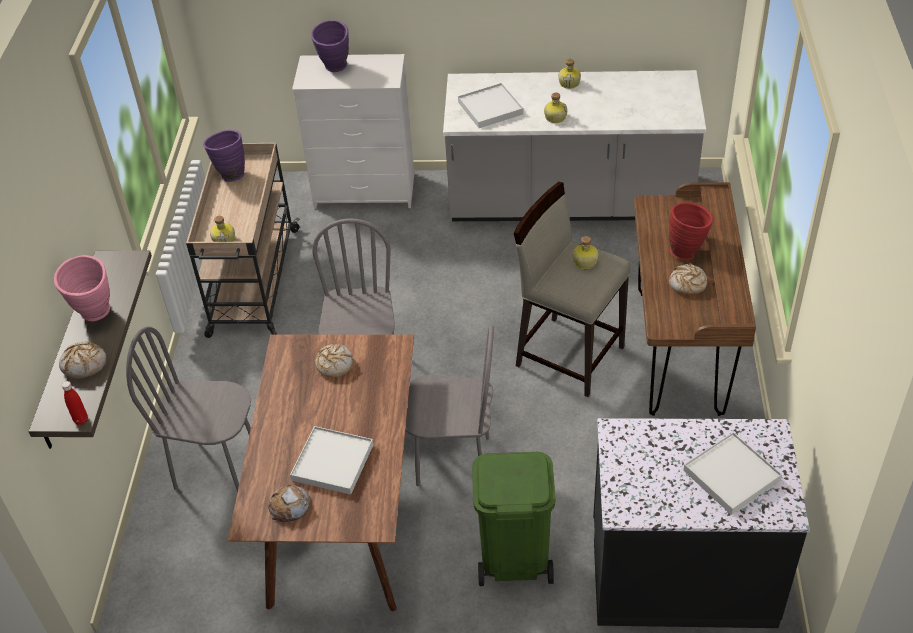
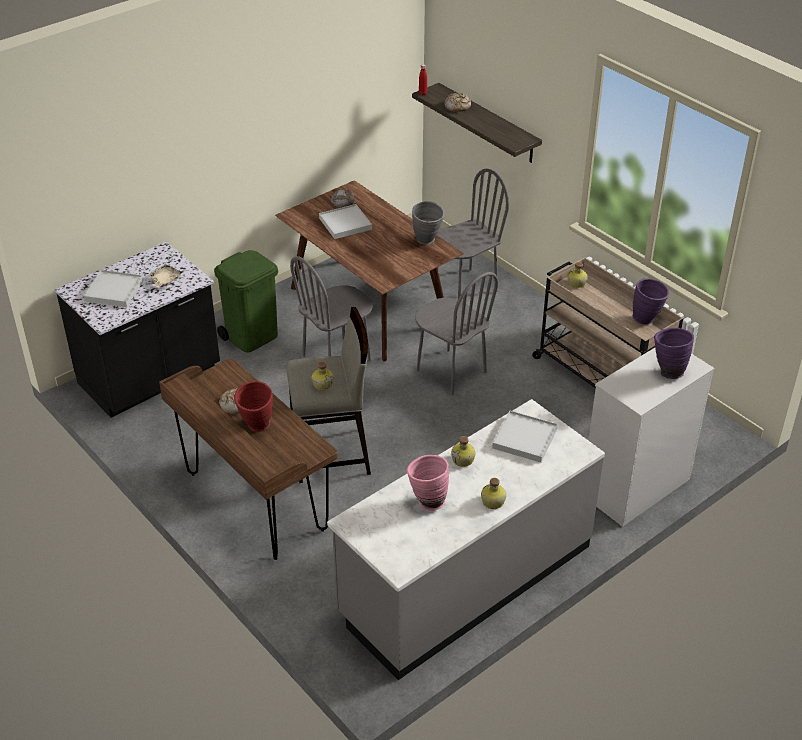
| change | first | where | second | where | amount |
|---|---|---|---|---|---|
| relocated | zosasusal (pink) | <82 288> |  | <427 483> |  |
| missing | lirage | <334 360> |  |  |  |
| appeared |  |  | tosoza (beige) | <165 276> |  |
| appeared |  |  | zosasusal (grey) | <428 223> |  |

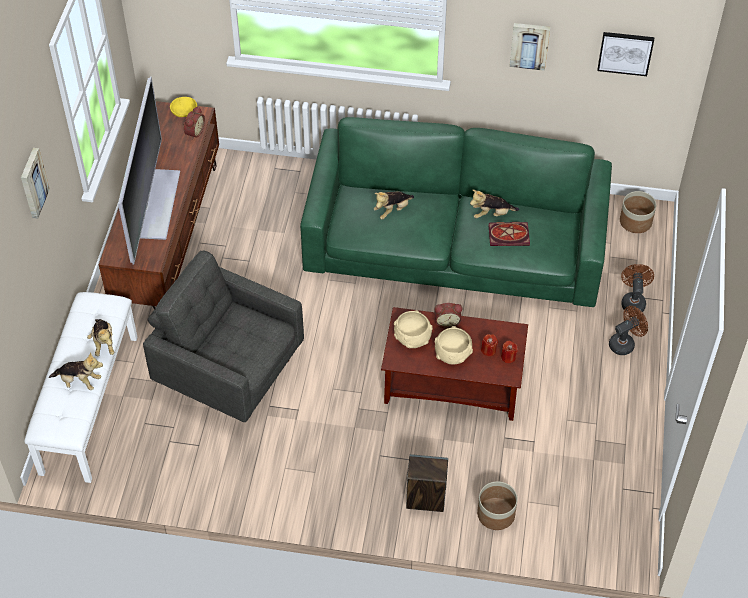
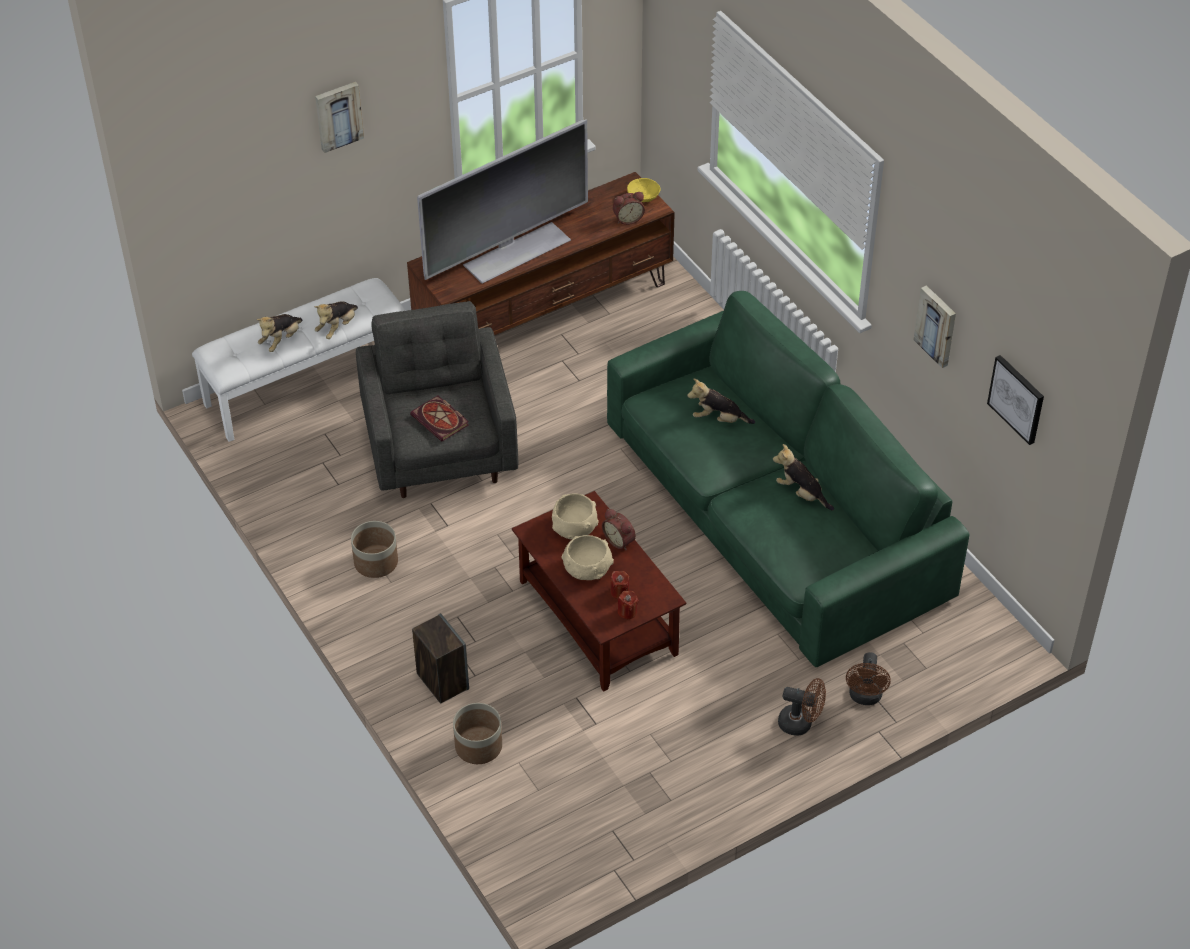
| change | first | where | second | where | amount |
|---|---|---|---|---|---|
| spun | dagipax | <76 371> |  | <280 333> | 60 degrees clockwise |
| relocated | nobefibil | <509 234> |  | <439 418> |  |
| relocated | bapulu | <638 212> |  | <374 549> |  |
| spun | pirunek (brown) | <637 288> |  | <868 678> | 135 degrees clockwise |

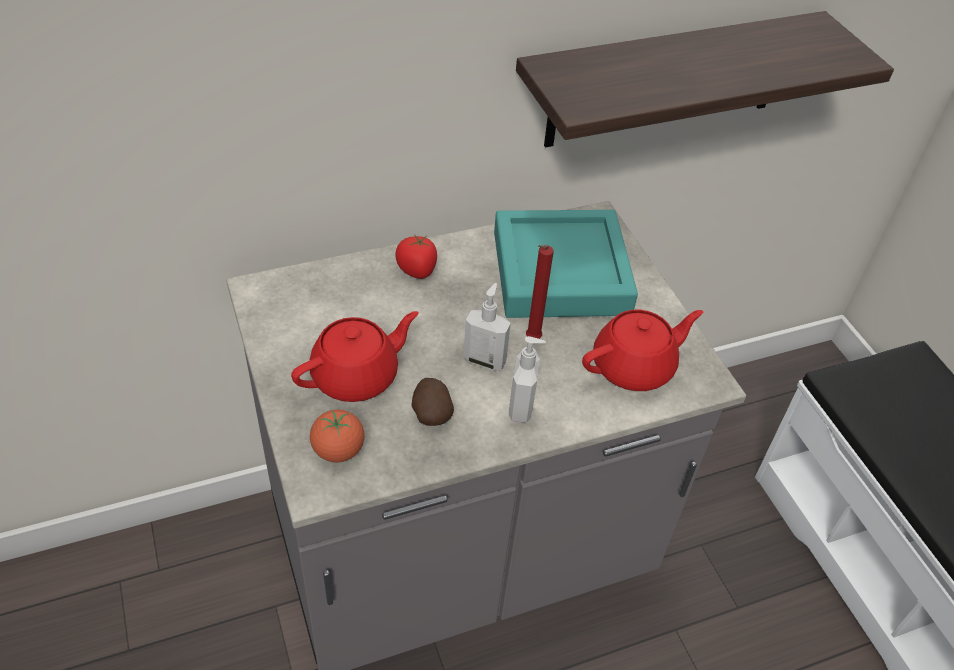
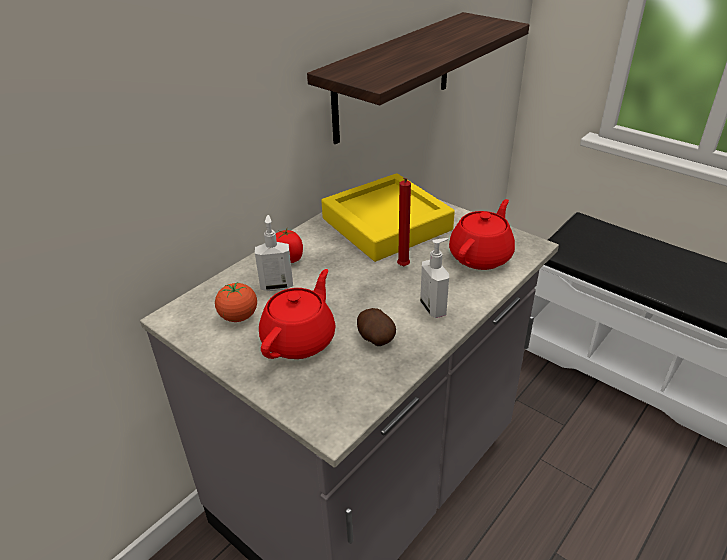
| change | first | where | second | where | amount |
|---|---|---|---|---|---|
| relocated | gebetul | <337 436> |  | <236 302> |  |
| relocated | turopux | <487 326> |  | <274 253> |  |
| colour | tosoza (turquoise) | <566 264> | tosoza (yellow) | <388 217> |  |

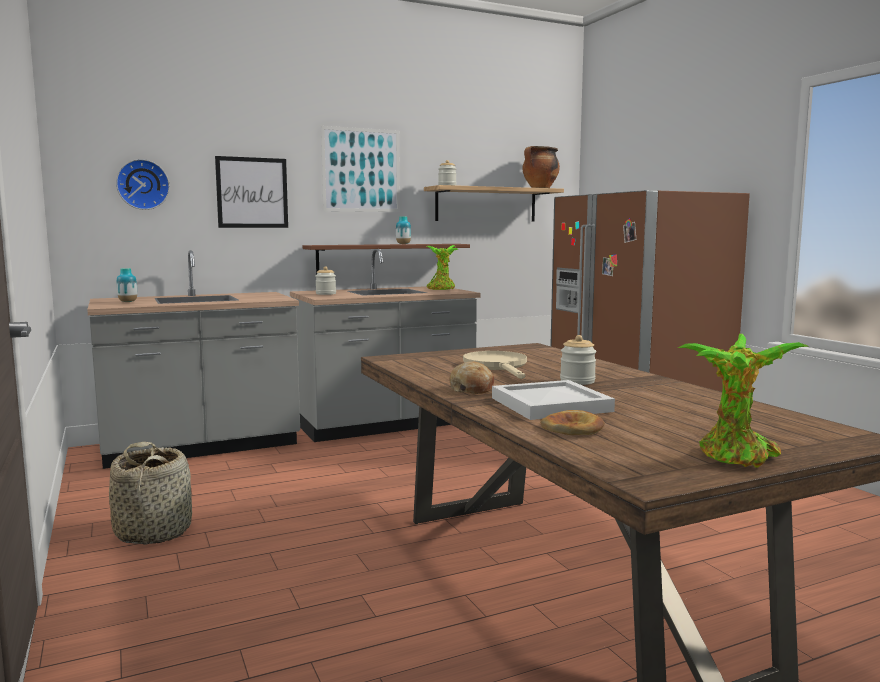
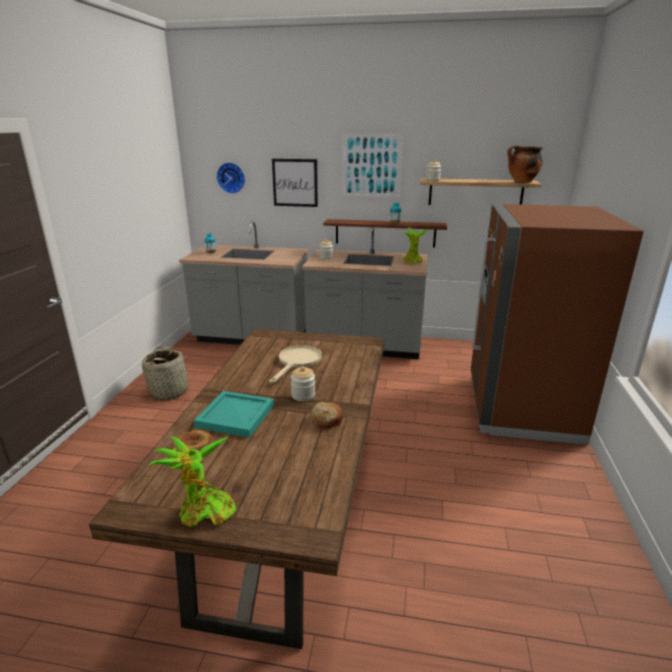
| change | first | where | second | where | amount |
|---|---|---|---|---|---|
| relocated | lirage | <471 378> |  | <326 415> |  |
| colour | tosoza (white) | <553 400> | tosoza (turquoise) | <234 414> |  |

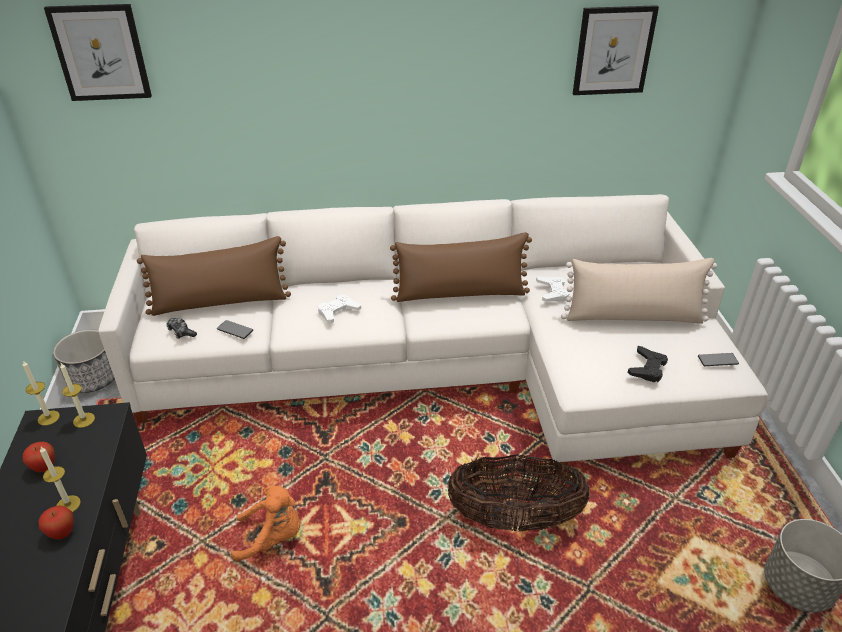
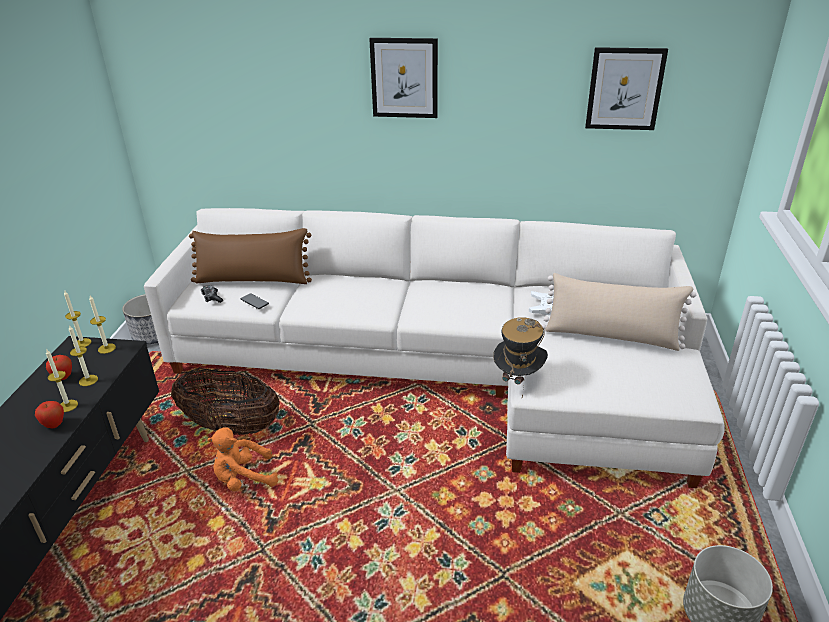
| change | first | where | second | where | amount |
|---|---|---|---|---|---|
| relocated | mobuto | <98 52> |  | <403 78> |  |
| spun | dagipax (orange) | <265 524> |  | <242 459> | 150 degrees clockwise |
| missing | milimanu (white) | <339 308> |  |  |  |
| missing | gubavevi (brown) | <461 267> |  |  |  |
| relocated | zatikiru | <518 493> |  | <225 402> |  |
| missing | milimanu (black) | <648 364> |  |  |  |
| missing | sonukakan | <718 359> |  |  |  |
| appeared |  |  | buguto | <83 355> |  |
| appeared |  |  | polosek | <520 357> |  |

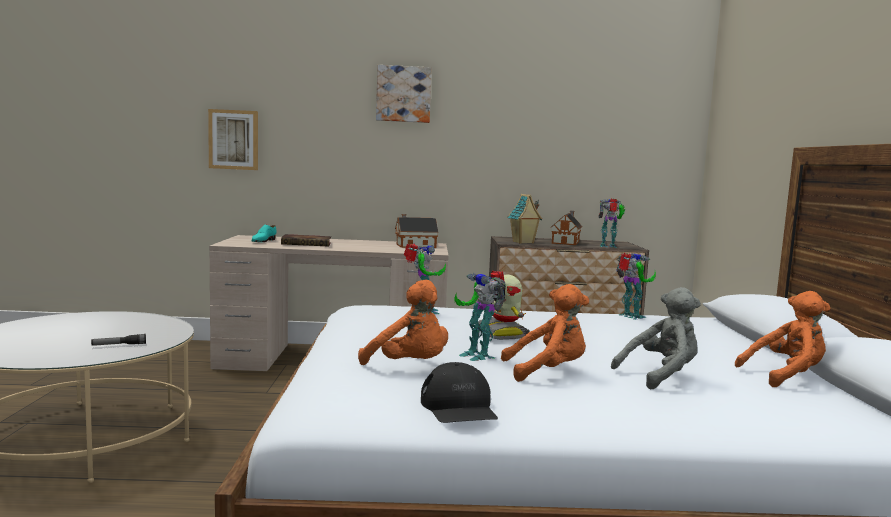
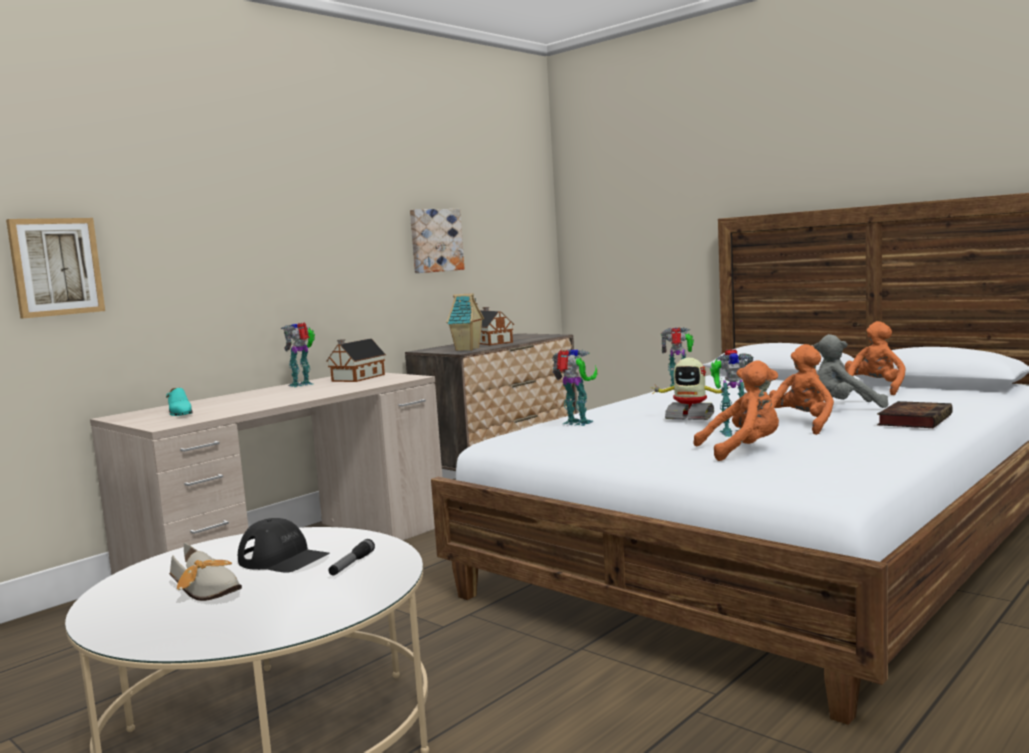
| change | first | where | second | where | amount |
|---|---|---|---|---|---|
| relocated | nobefibil | <306 240> |  | <915 414> |  |
| relocated | mobuto | <404 94> |  | <437 241> |  |
| relocated | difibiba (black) | <459 392> |  | <284 545> |  |
| relocated | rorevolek | <611 223> |  | <298 355> |  |
| spun | dagipax (grey) | <656 338> |  | <850 371> | 105 degrees counterclockwise |
| appeared |  |  | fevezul | <205 571> |  |

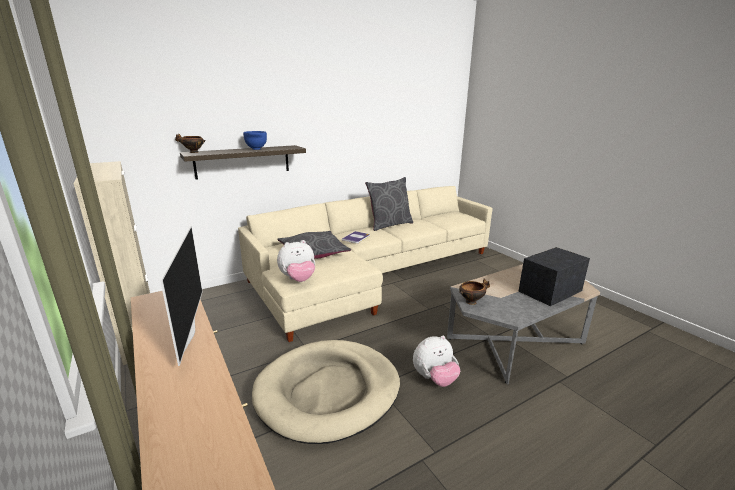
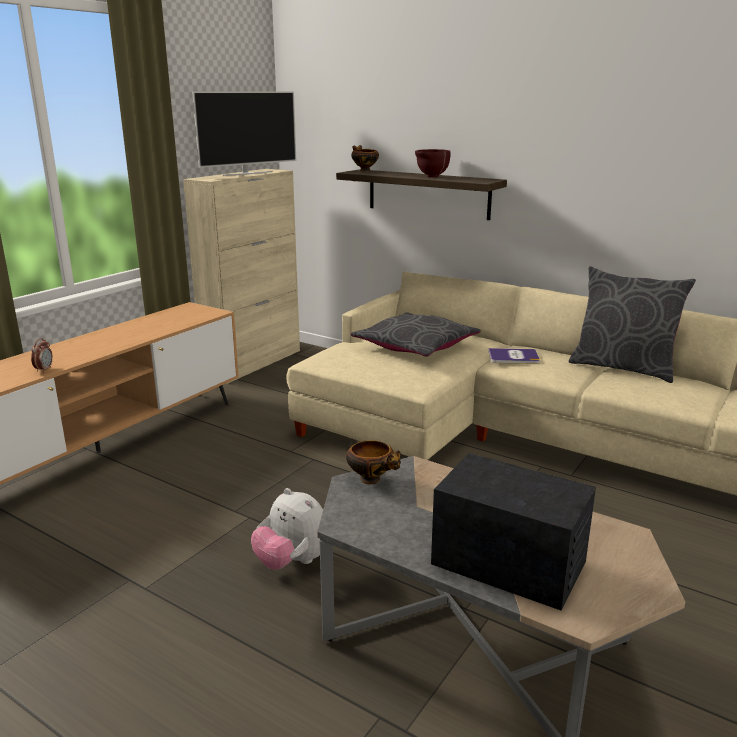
| change | first | where | second | where | amount |
|---|---|---|---|---|---|
| relocated | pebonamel | <181 295> |  | <244 133> |  |
| colour | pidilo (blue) | <255 140> | pidilo (brown) | <433 163> |  |
| missing | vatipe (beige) | <326 392> |  |  |  |
| missing | dagipax | <296 261> |  |  |  |
| appeared |  |  | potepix | <42 355> |  |

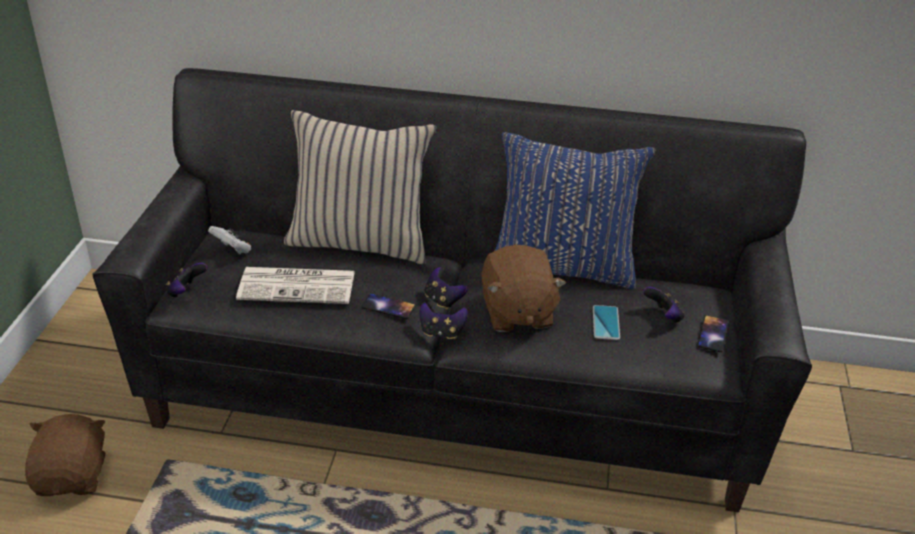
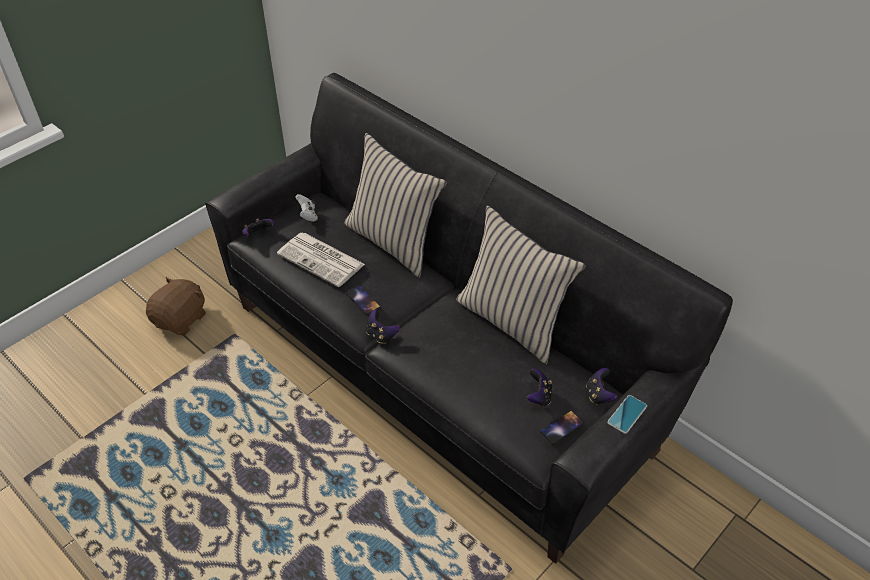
| change | first | where | second | where | amount |
|---|---|---|---|---|---|
| relocated | milimanu | <446 288> |  | <601 386> |  |
| missing | dagipax (brown) | <524 288> |  |  |  |
| colour | gubavevi (blue) | <575 210> | gubavevi (beige) | <521 285> |  |
| relocated | sonukakan | <606 322> |  | <627 414> |  |

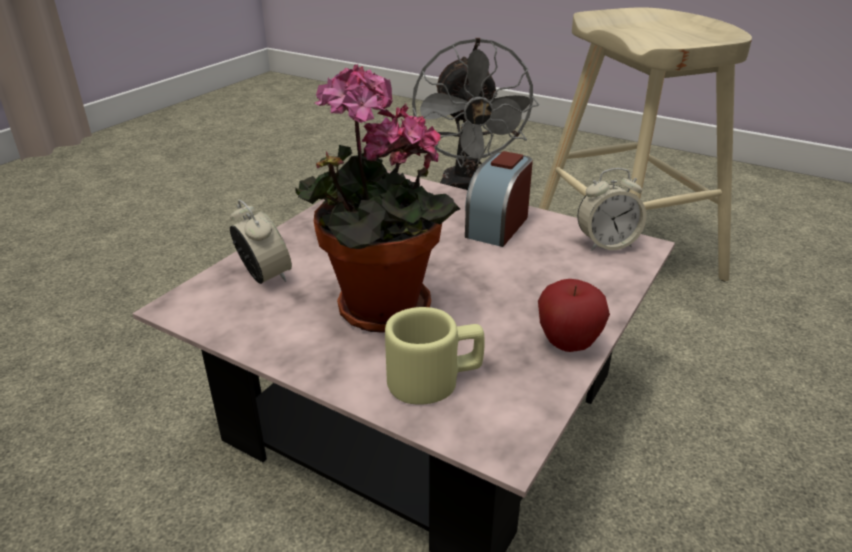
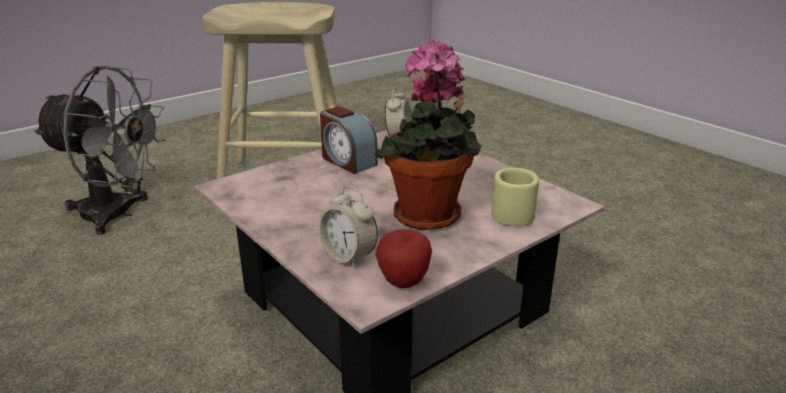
| change | first | where | second | where | amount |
|---|---|---|---|---|---|
| spun | potepix | <261 242> |  | <348 227> | 120 degrees counterclockwise |
| relocated | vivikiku | <574 315> |  | <403 258> |  |

